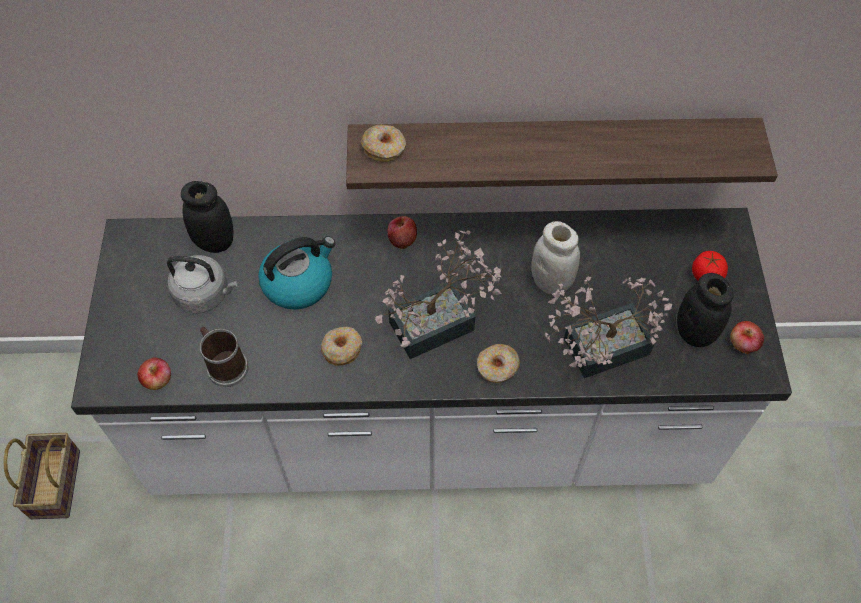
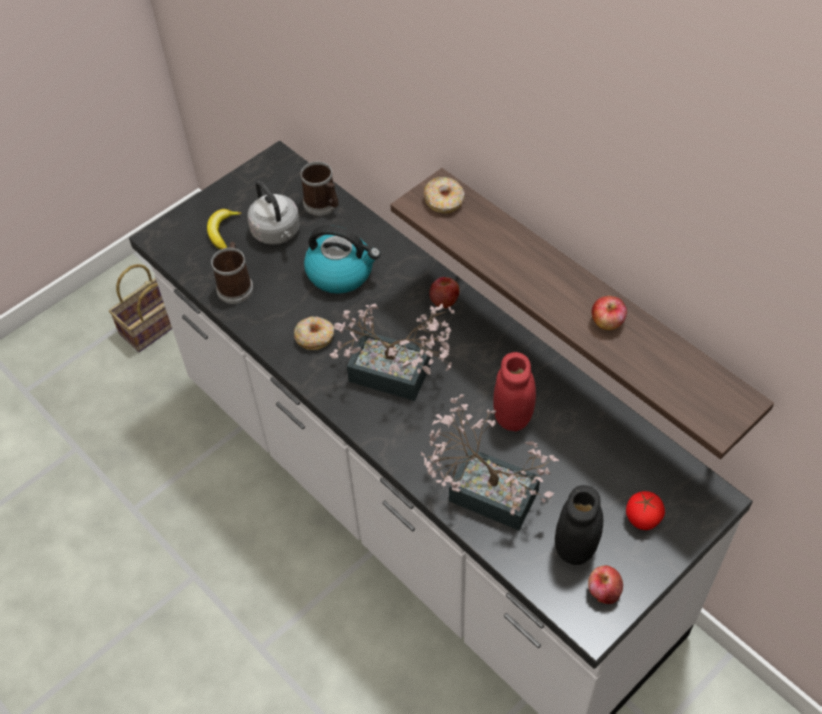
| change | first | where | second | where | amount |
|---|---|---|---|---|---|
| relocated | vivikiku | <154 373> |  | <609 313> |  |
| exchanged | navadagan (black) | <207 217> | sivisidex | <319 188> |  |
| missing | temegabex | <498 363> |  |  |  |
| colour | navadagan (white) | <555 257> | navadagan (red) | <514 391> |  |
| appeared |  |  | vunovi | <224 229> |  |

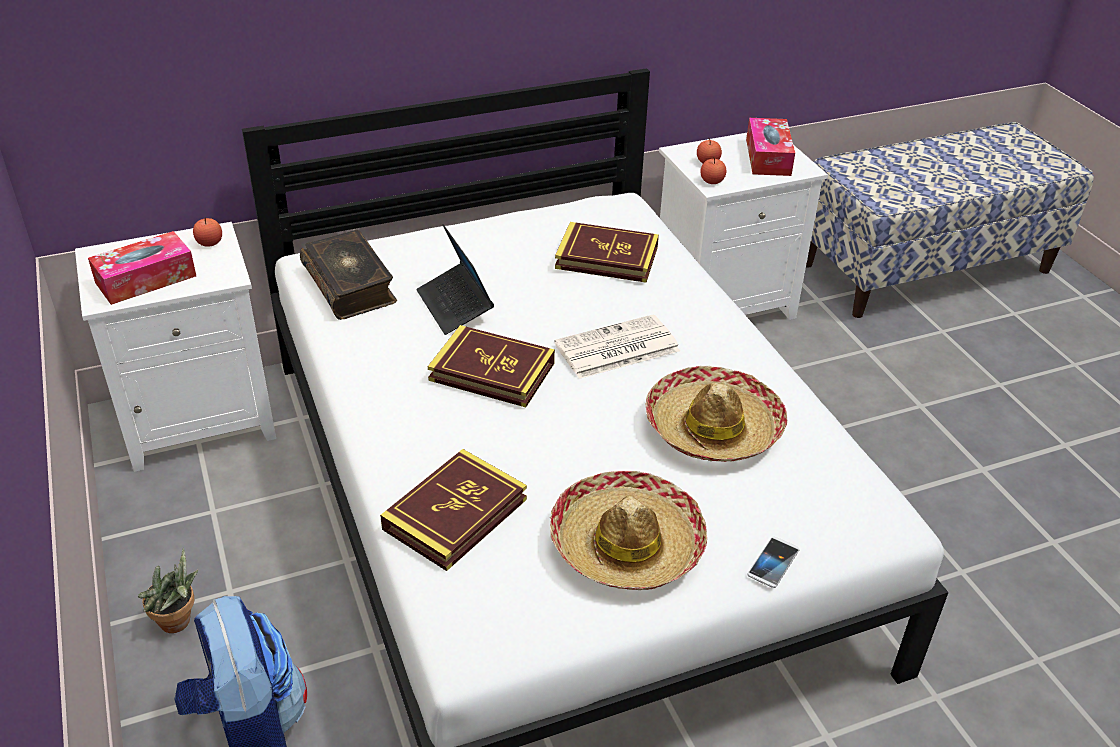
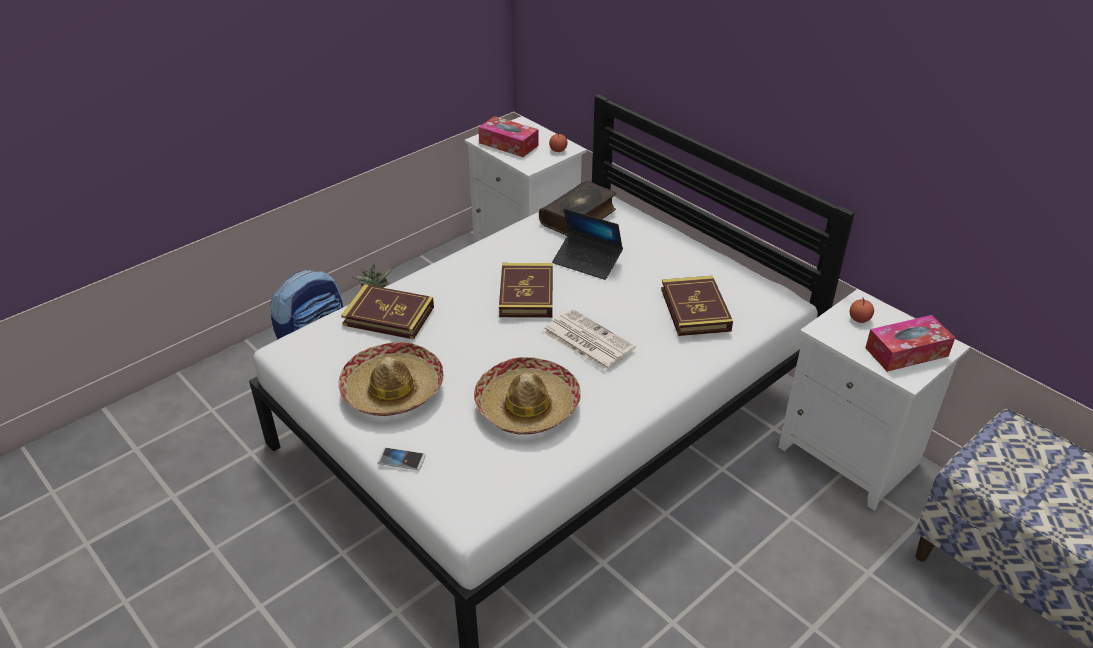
| change | first | where | second | where | amount |
|---|---|---|---|---|---|
| spun | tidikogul | <455 279> |  | <587 244> | 105 degrees counterclockwise |
| missing | vivikiku | <713 170> |  |  |  |

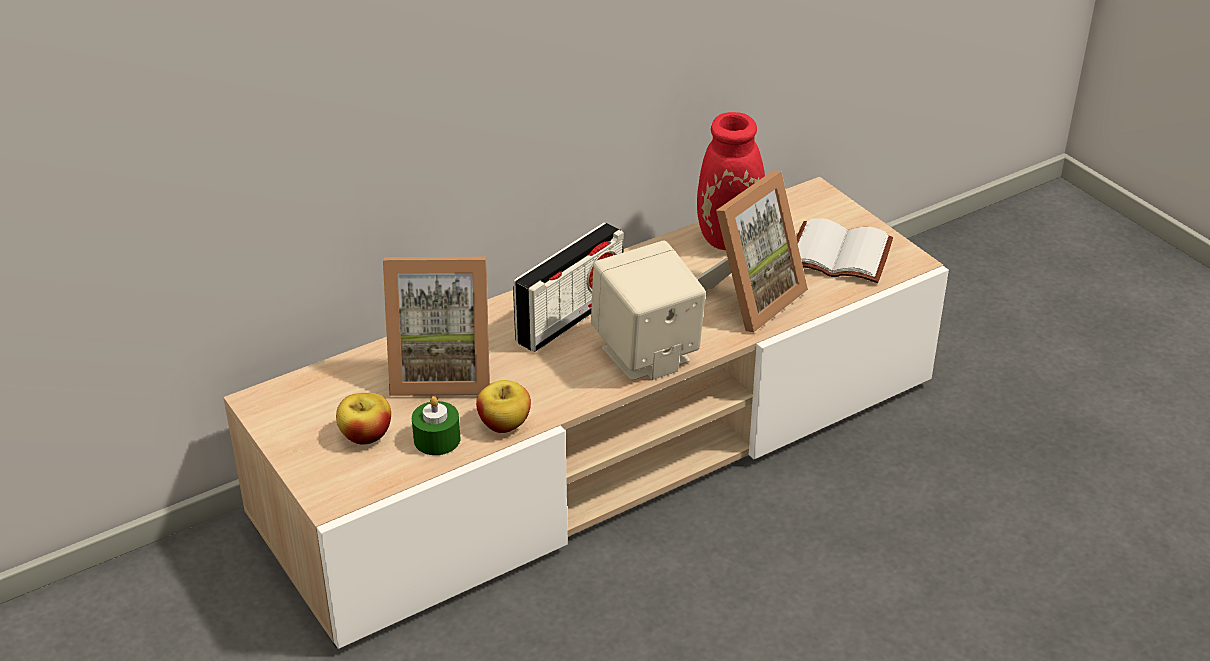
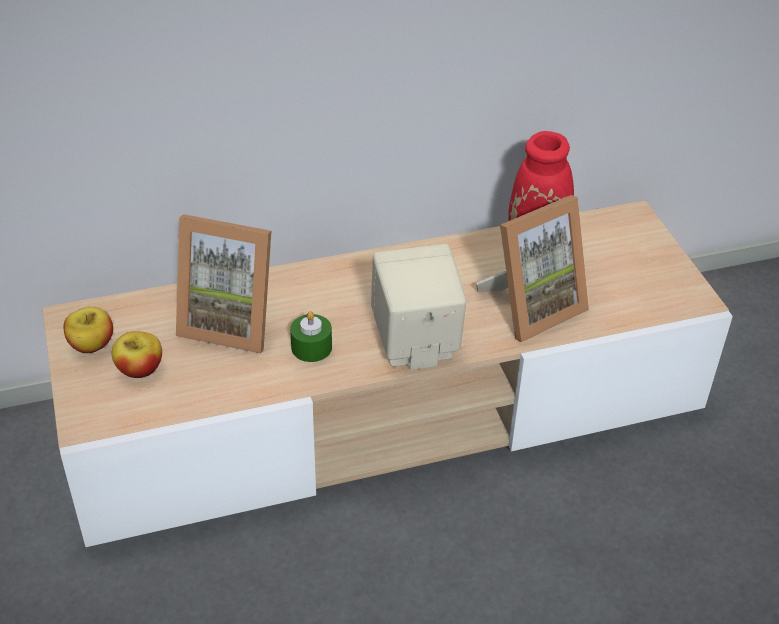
| change | first | where | second | where | amount |
|---|---|---|---|---|---|
| relocated | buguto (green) | <436 425> |  | <311 336> |  |
| relocated | vivikiku | <503 406> |  | <88 330> |  |
| missing | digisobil | <568 287> |  |  |  |
| missing | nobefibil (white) | <844 250> |  |  |  |

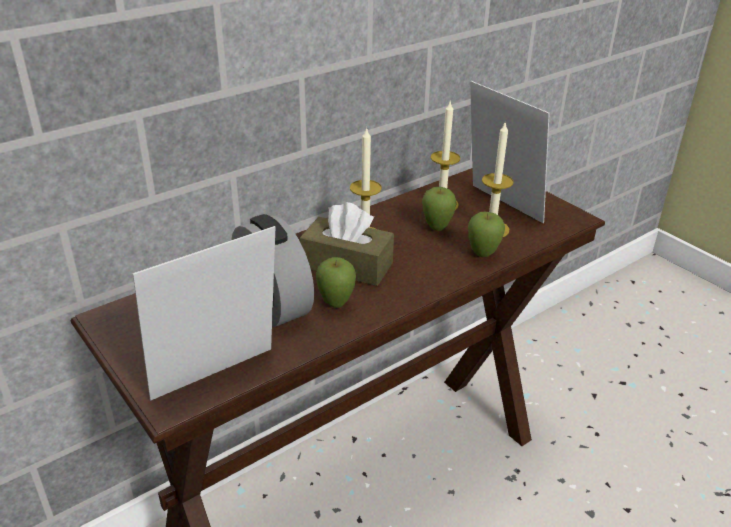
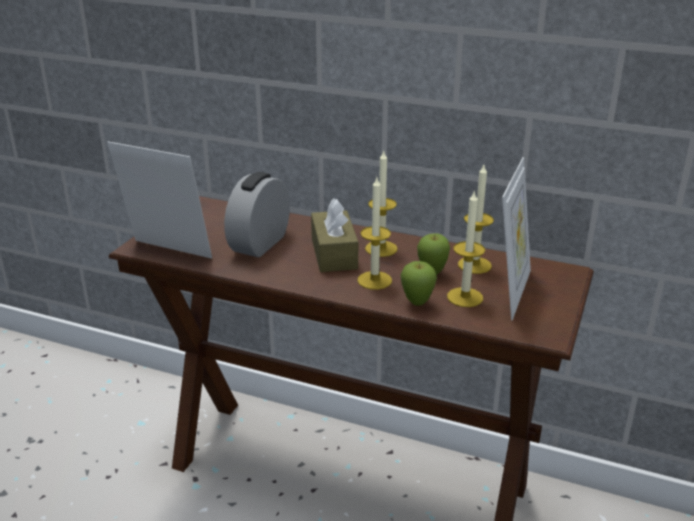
| change | first | where | second | where | amount |
|---|---|---|---|---|---|
| missing | vivikiku | <336 282> |  |  |  |
| appeared |  |  | buguto | <375 234> |  |

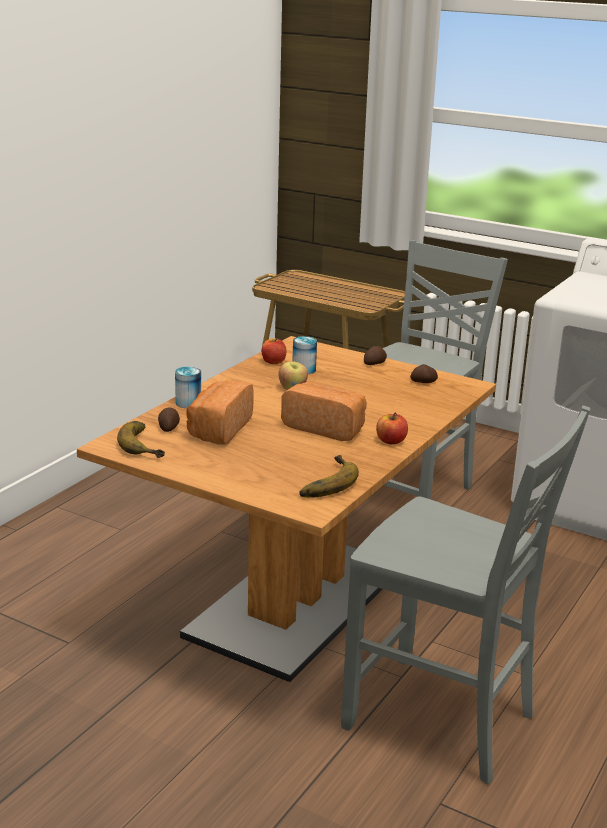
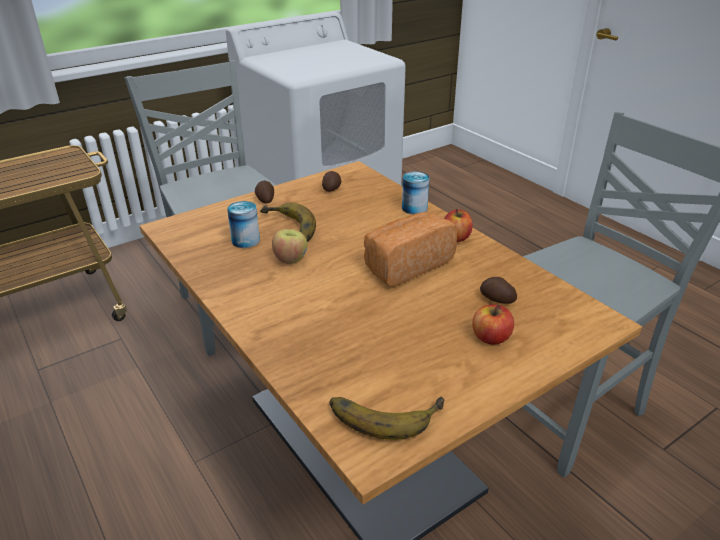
| change | first | where | second | where | amount |
|---|---|---|---|---|---|
| relocated | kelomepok | <169 420> |  | <498 290> |  |
| relocated | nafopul | <188 387> |  | <415 192> |  |
| missing | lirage | <220 412> |  |  |  |
| relocated | vivikiku | <274 351> |  | <493 324> |  |
| relocated | vunovi | <329 476> |  | <288 222> |  |

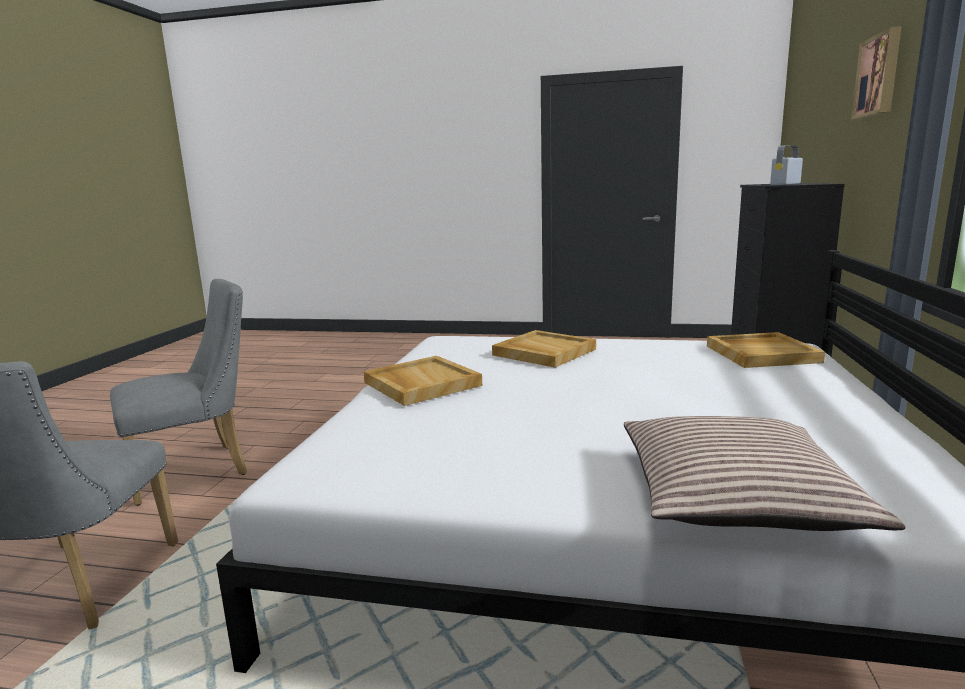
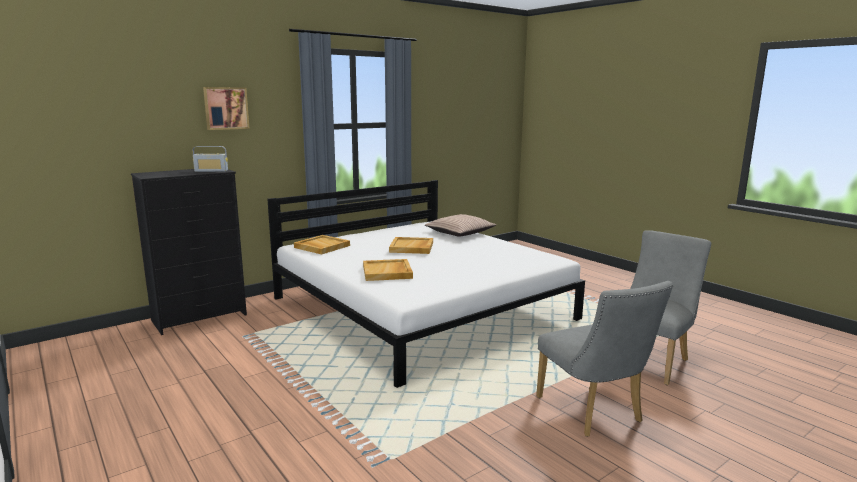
| change | first | where | second | where | amount |
|---|---|---|---|---|---|
| spun | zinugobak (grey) | <178 392> |  | <604 359> | 120 degrees counterclockwise |
| relocated | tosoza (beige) | <422 381> |  | <411 245> |  |

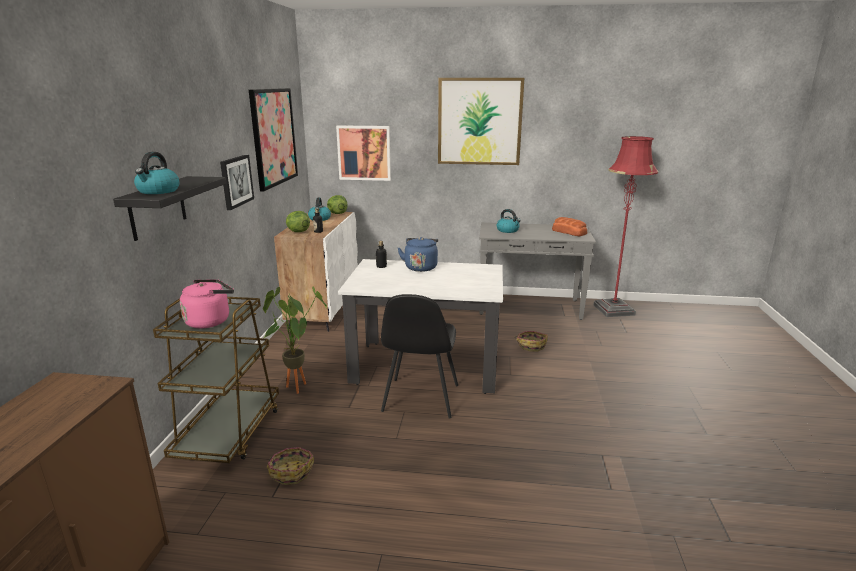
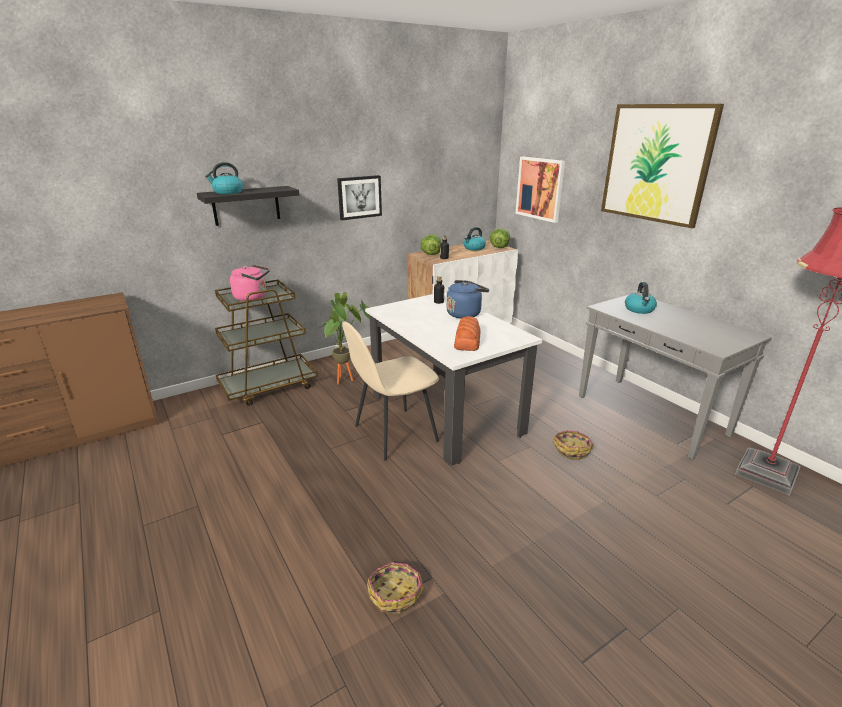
| change | first | where | second | where | amount |
|---|---|---|---|---|---|
| missing | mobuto | <273 139> |  |  |  |
| relocated | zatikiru | <290 466> |  | <395 588> |  |
| colour | zinugobak (black) | <419 356> | zinugobak (beige) | <390 391> |  |
| relocated | lirage | <569 226> |  | <467 333> |  |

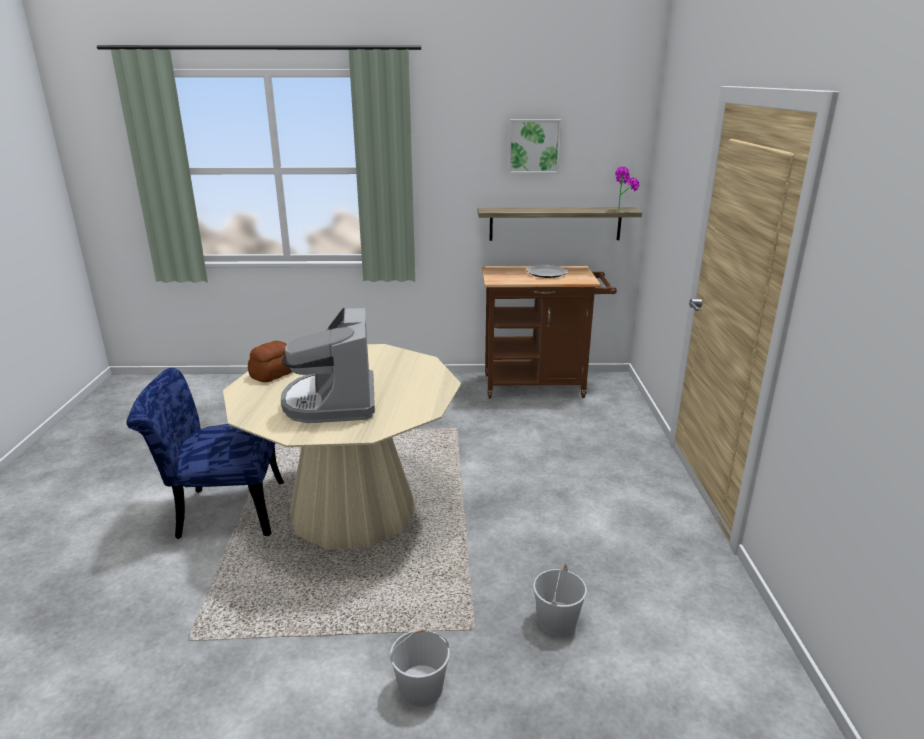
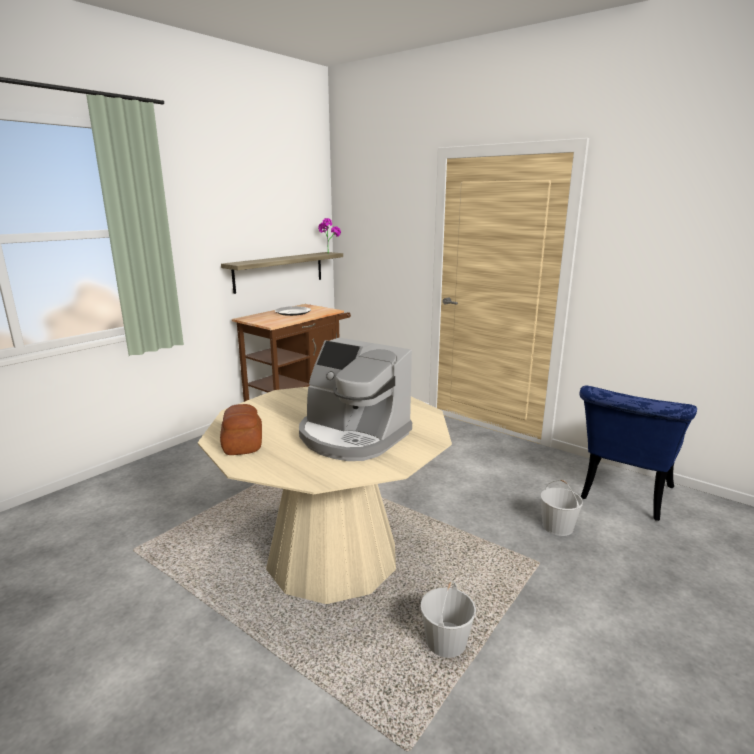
| change | first | where | second | where | amount |
|---|---|---|---|---|---|
| relocated | zinugobak (blue) | <205 453> |  | <638 453> |  |
| relocated | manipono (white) | <420 668> |  | <448 620> |  |
| missing | mobuto | <534 146> |  |  |  |

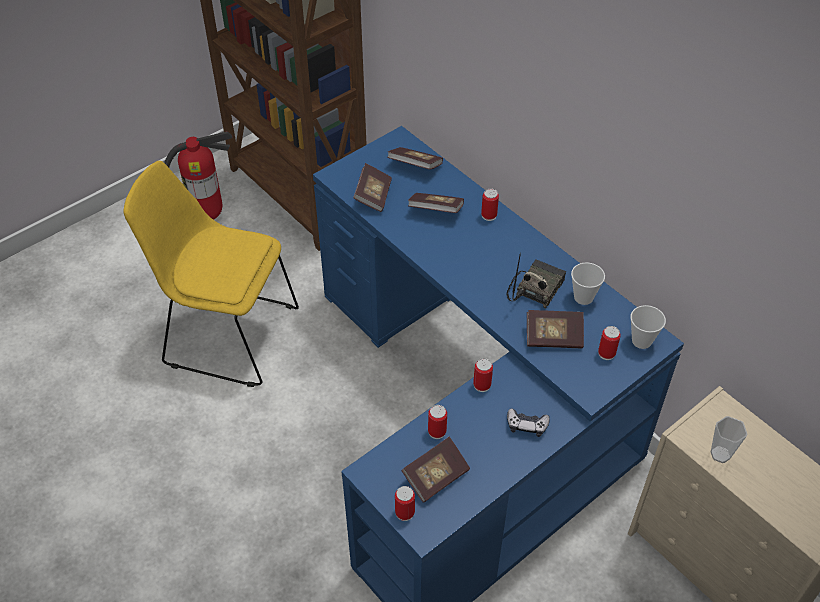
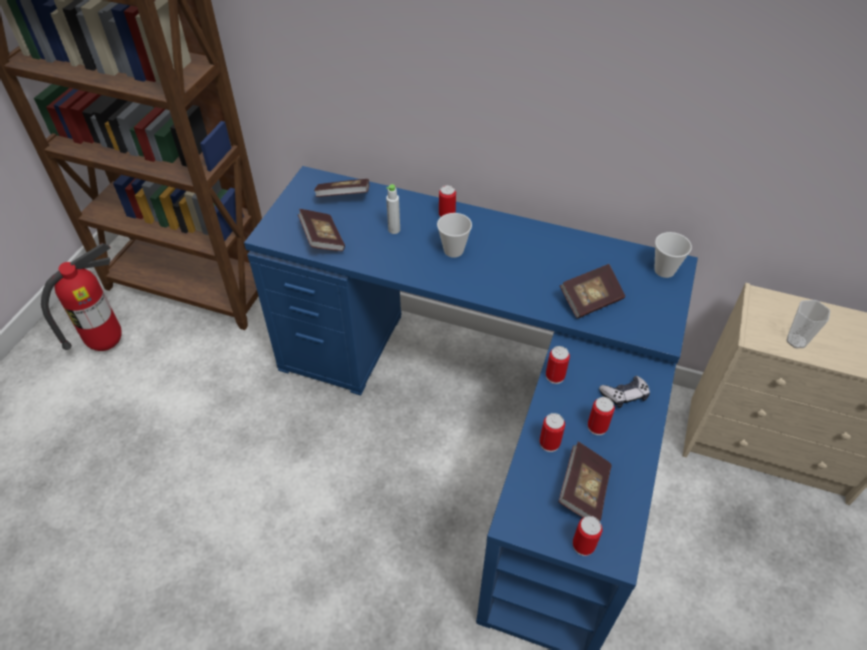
| change | first | where | second | where | amount |
|---|---|---|---|---|---|
| missing | zinugobak (yellow) | <211 274> |  |  |  |
| exchanged | nobefibil | <436 203> | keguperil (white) | <393 209> |  |
| missing | digisobil | <536 280> |  |  |  |
| relocated | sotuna | <588 284> |  | <454 235> |  |
| relocated | nafopul | <609 343> |  | <601 416> |  |

